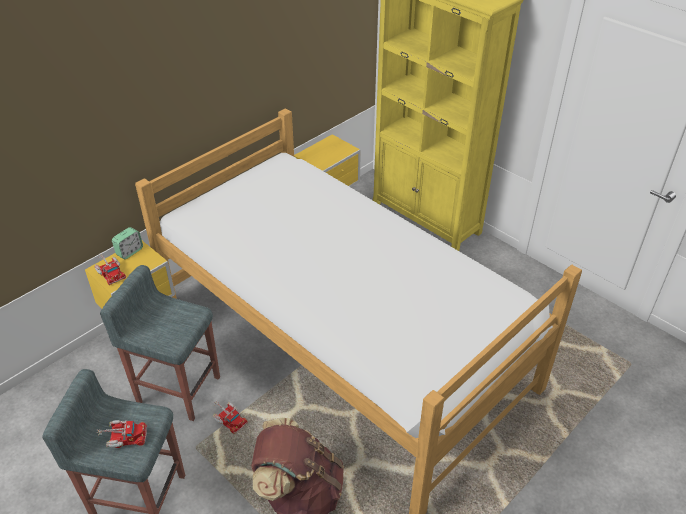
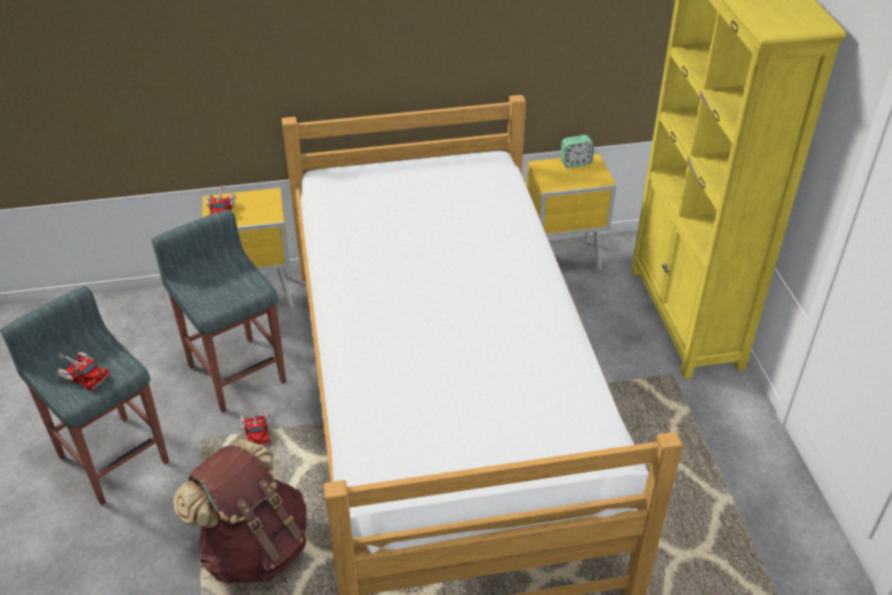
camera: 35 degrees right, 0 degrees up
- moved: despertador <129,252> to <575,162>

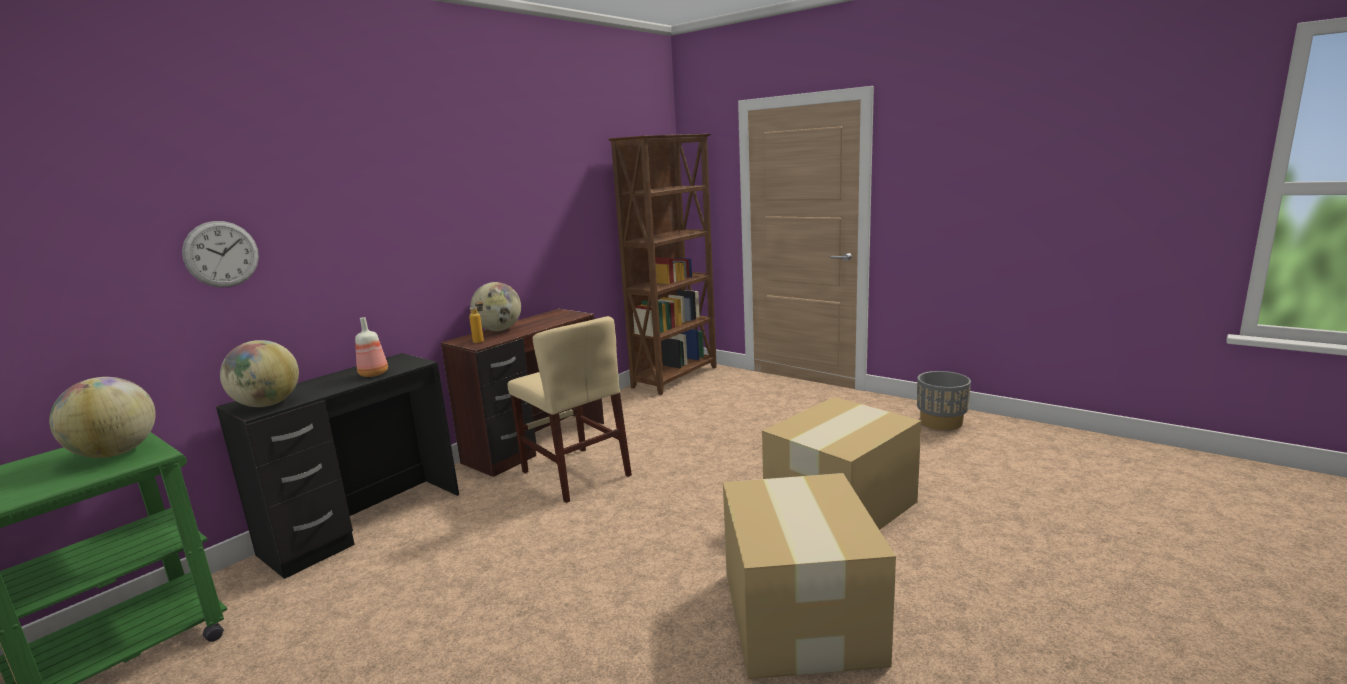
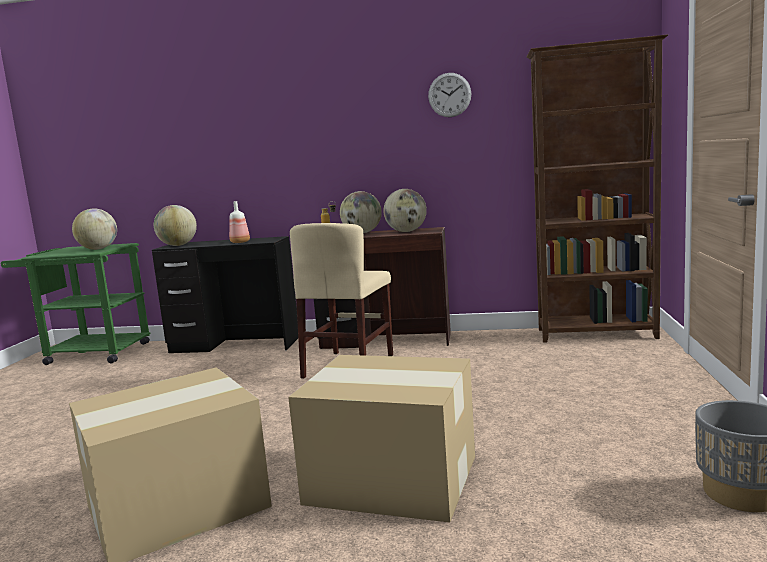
camera: 60 degrees right, 5 degrees down
- moved: reloj de pared <221,254> to <449,95>
- added: globo terráqueo <406,231>

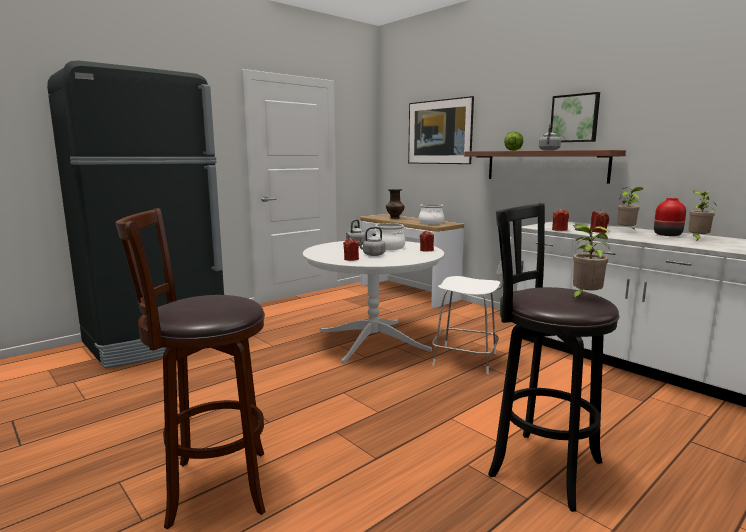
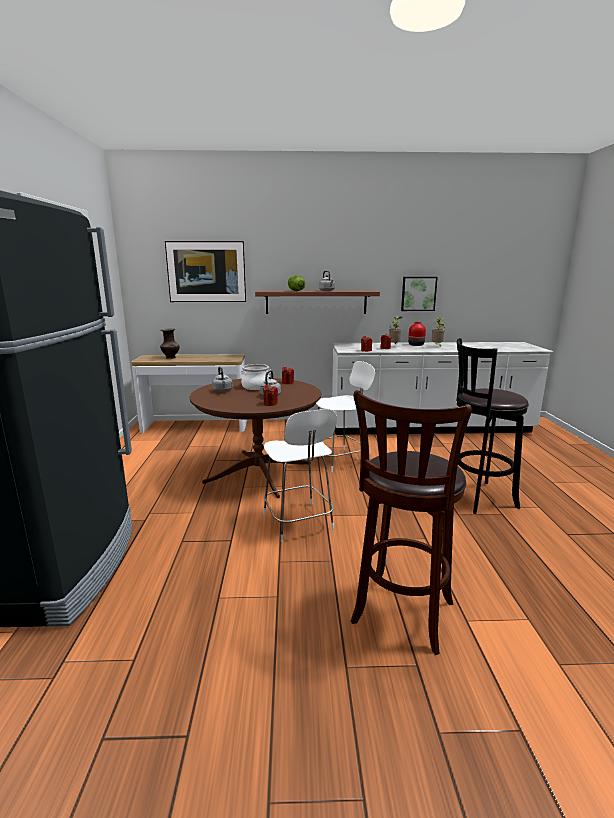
camera: 50 degrees left, 5 degrees up
- moved: cuadro <575,118> to <418,293>
- removed: olla <431,223>
- removed: planta en maceta <584,298>
- recoloured: mesa de comedor [blanco] <373,340> to mesa de comedor [marrón] <259,472>
- added: silla [blanco] <298,523>

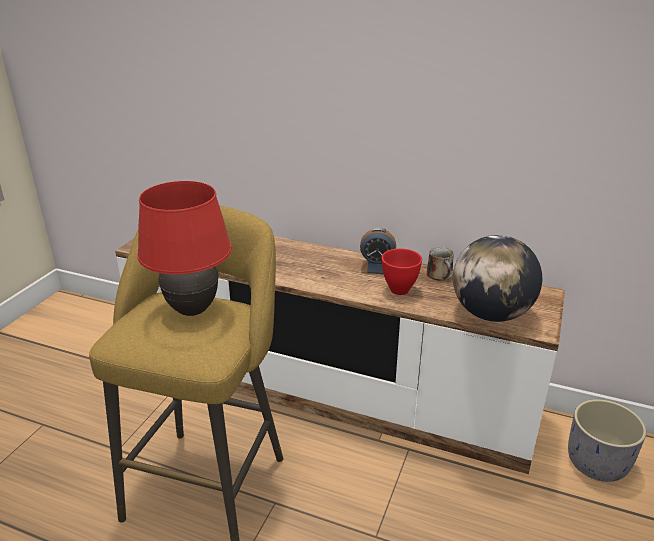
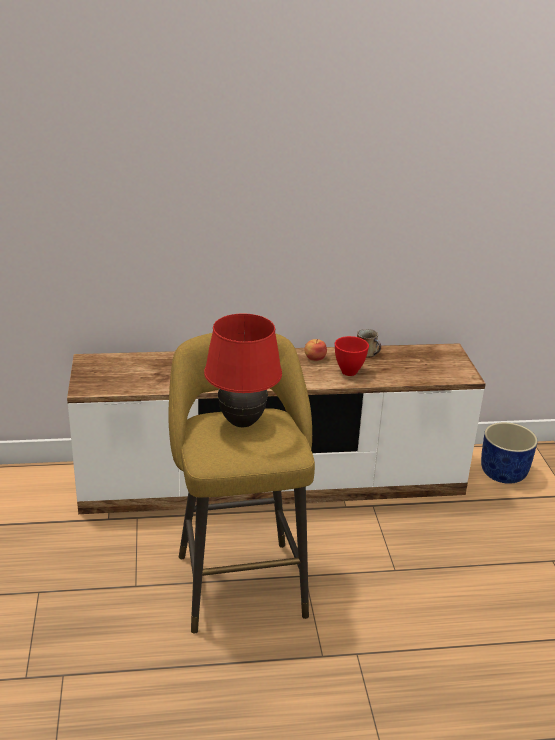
camera: 30 degrees left, 0 degrees up
- replaced: despertador <377,267> to manzana <315,358>
- removed: globo terráqueo <490,314>
- recoloured: maceta [gris] <598,464> to maceta [azul] <504,473>

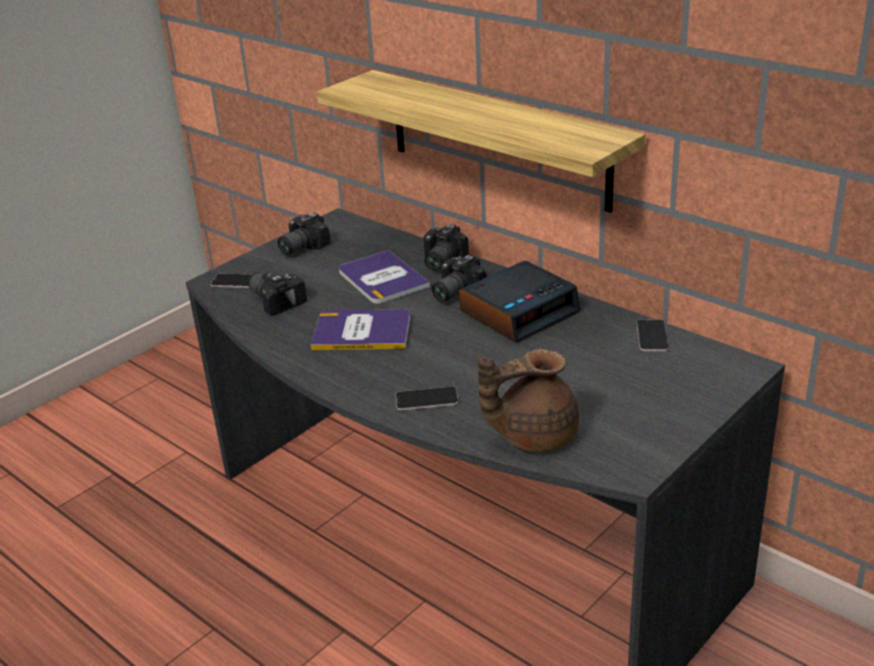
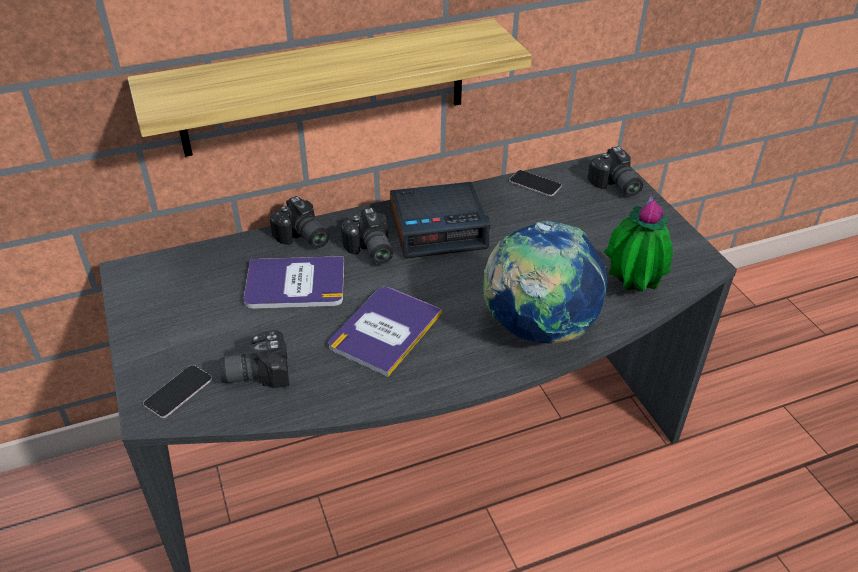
camera: 65 degrees left, 10 degrees up
- moved: cámara <300,247> to <615,186>
- turned: despertador <519,311> = <439,228> 90 degrees clockwise
- replaced: tetera [marrón] <532,435> to planta en maceta <630,291>
- replaced: móvil <426,399> to globo terráqueo <537,329>

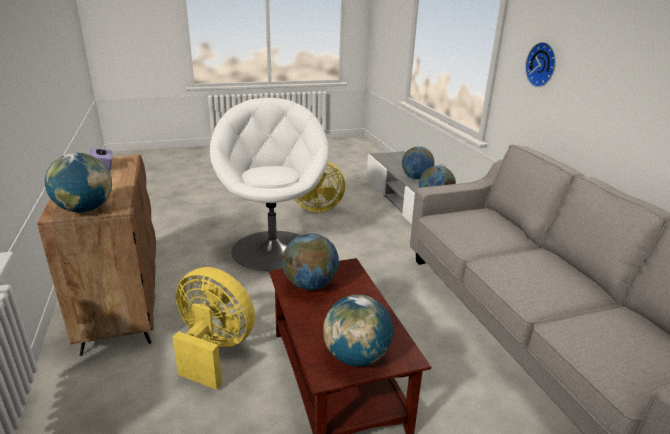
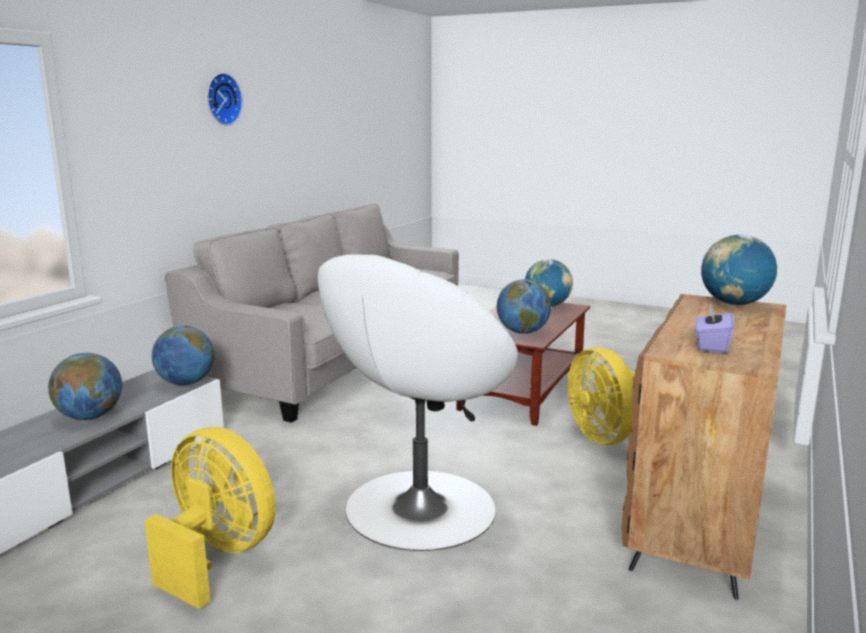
camera: 135 degrees left, 10 degrees down
- moved: reloj de pared <543,64> to <221,99>

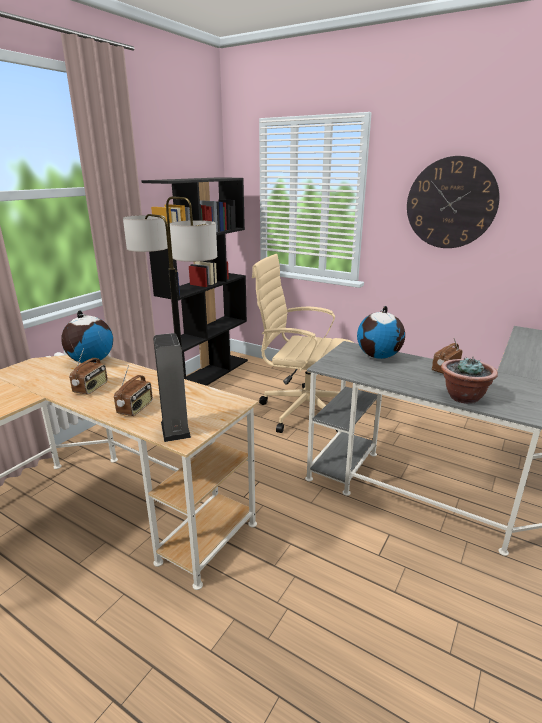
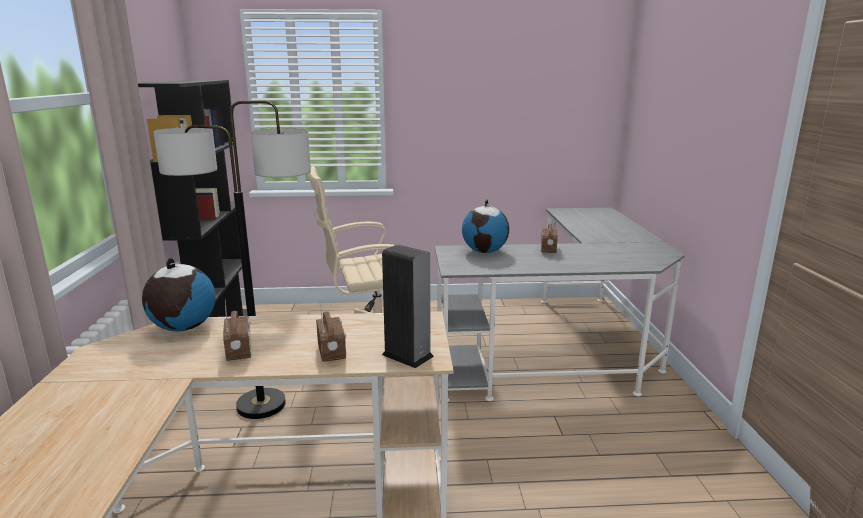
camera: 35 degrees left, 5 degrees down
- removed: reloj de pared <451,203>
- removed: planta en maceta <463,397>

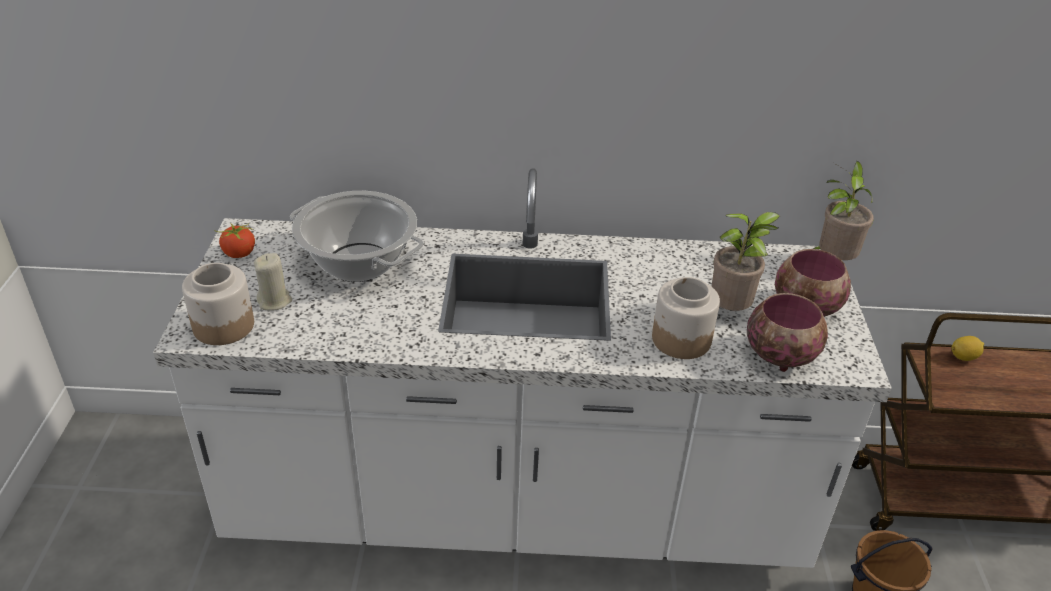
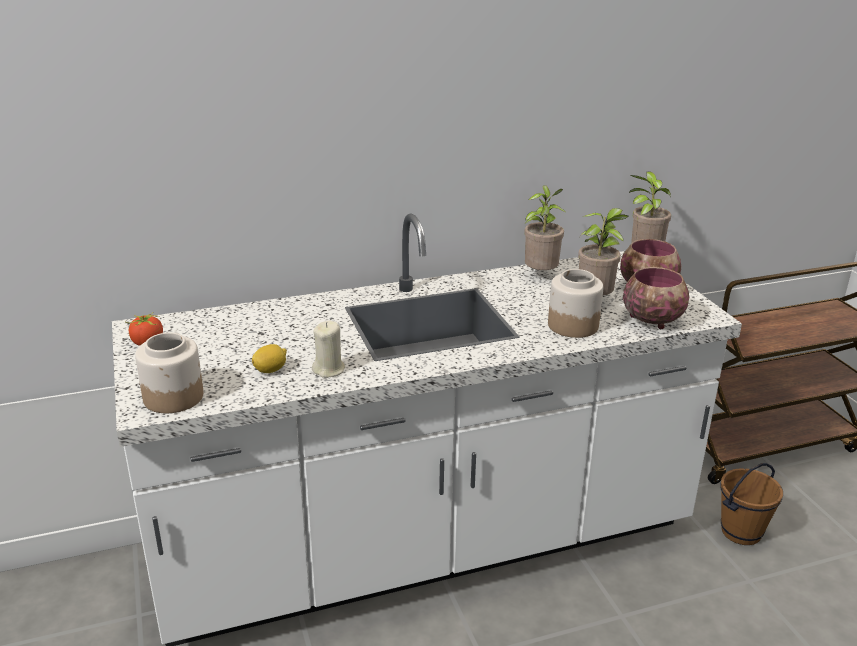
camera: 20 degrees left, 10 degrees down
- removed: olla <358,263>
- moved: vela [beis] <275,301> to <329,369>
- moved: limón <963,357> to <270,370>
- added: planta en maceta <540,275>

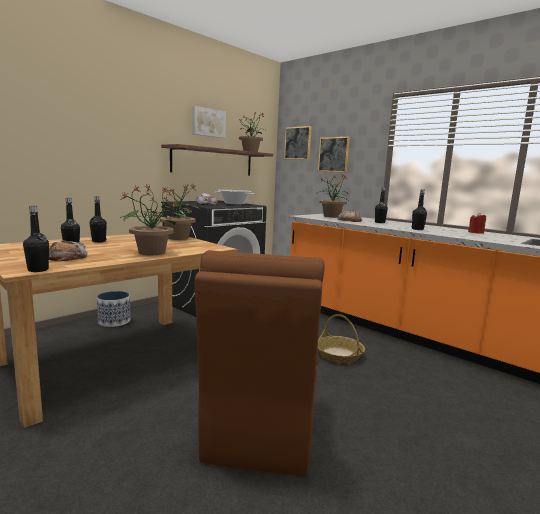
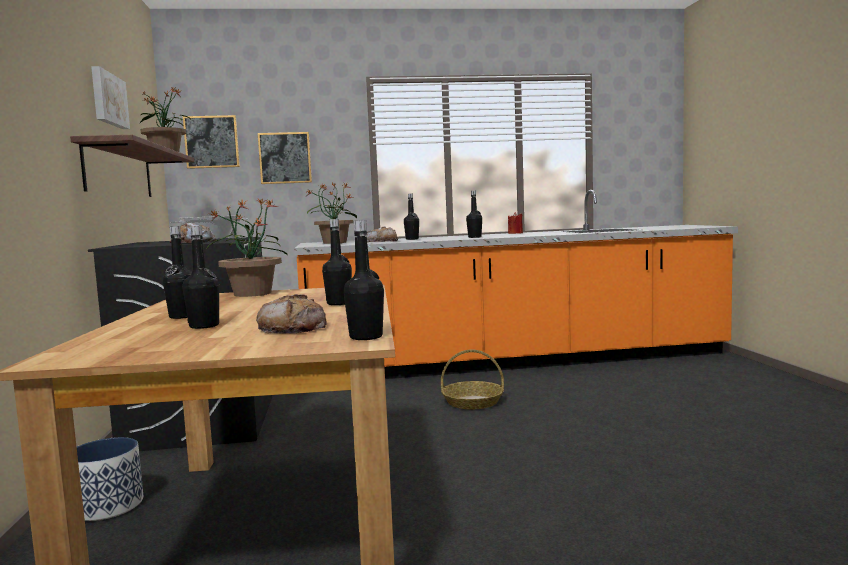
camera: 50 degrees left, 5 degrees down
- replaced: planta en maceta <151,252> to botella [negro] <339,303>
- removed: silla [marrón] <260,429>

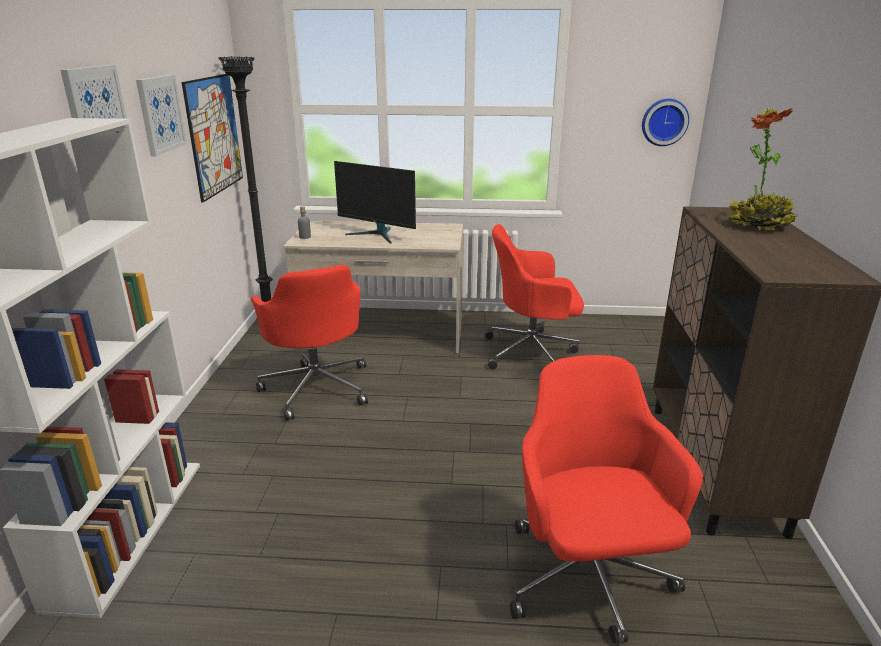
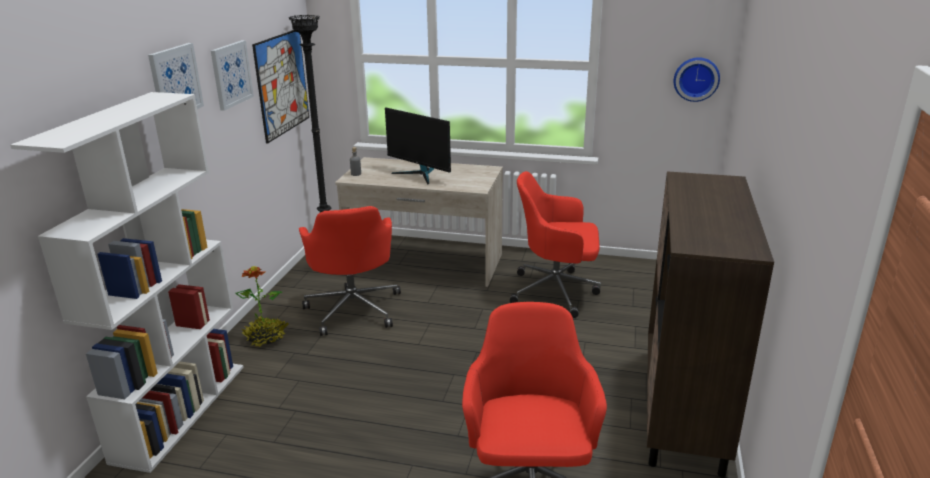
camera: 10 degrees right, 0 degrees up
- moved: planta en maceta <758,225> to <266,338>

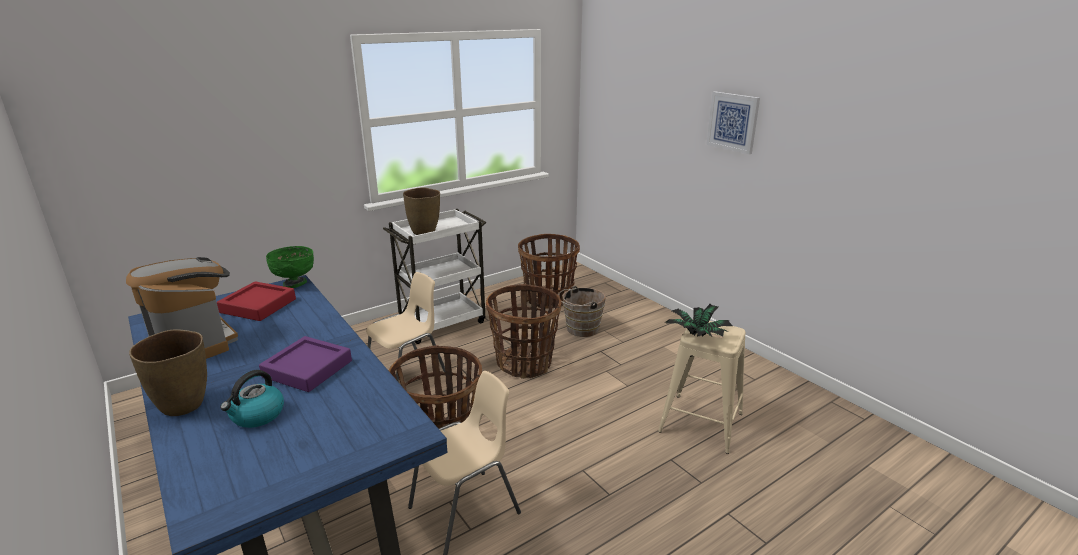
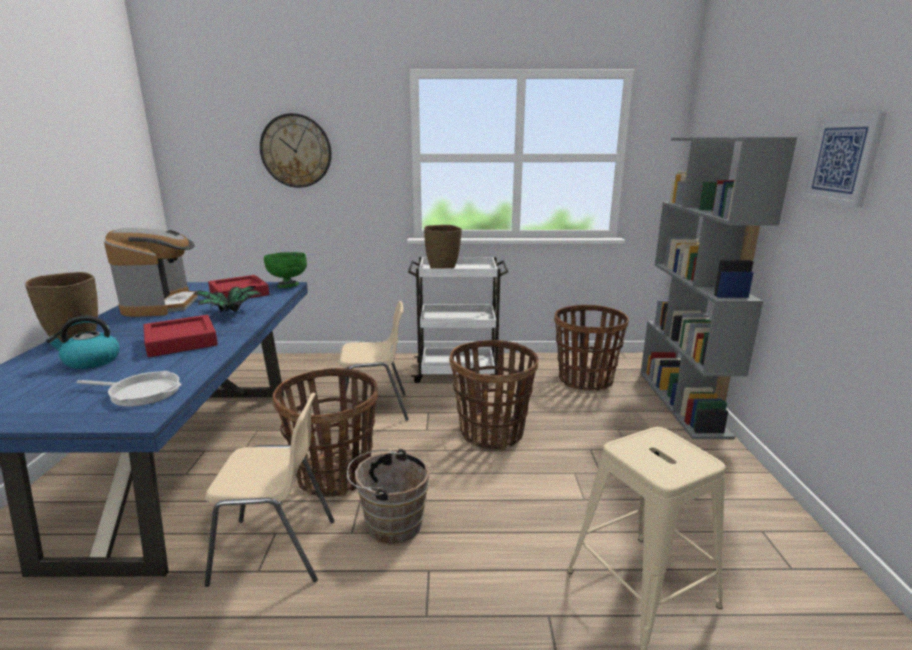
camera: 35 degrees right, 5 degrees down
- moved: cubo [marrón] <580,329> to <390,523>
- moved: planta en maceta <697,336> to <229,314>
- recoloured: bandeja [morado] <307,369> to bandeja [rojo] <181,341>
- added: reloj de pared <296,151>
- added: estantería [gris] <683,403>
- added: sartén <141,392>

